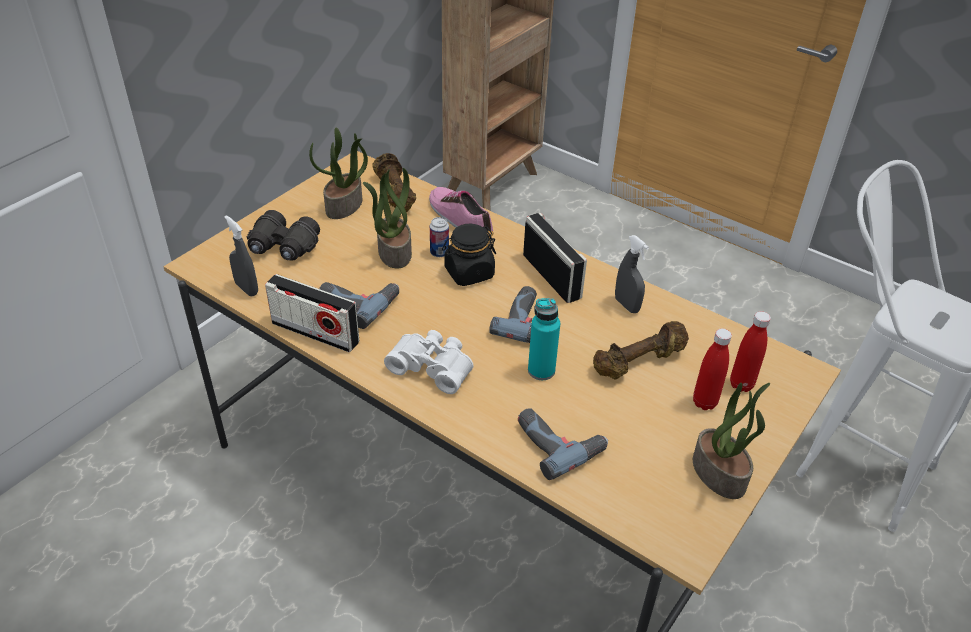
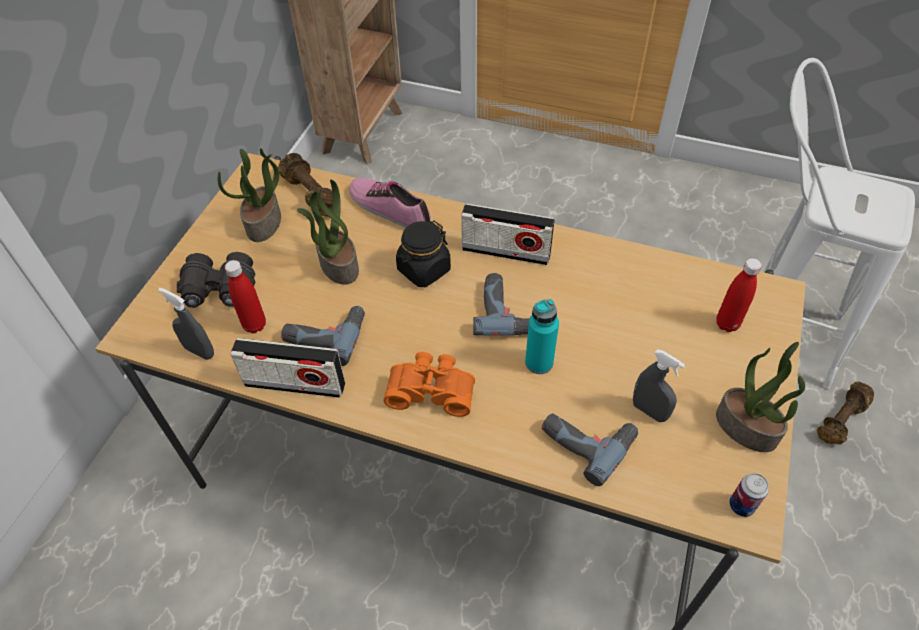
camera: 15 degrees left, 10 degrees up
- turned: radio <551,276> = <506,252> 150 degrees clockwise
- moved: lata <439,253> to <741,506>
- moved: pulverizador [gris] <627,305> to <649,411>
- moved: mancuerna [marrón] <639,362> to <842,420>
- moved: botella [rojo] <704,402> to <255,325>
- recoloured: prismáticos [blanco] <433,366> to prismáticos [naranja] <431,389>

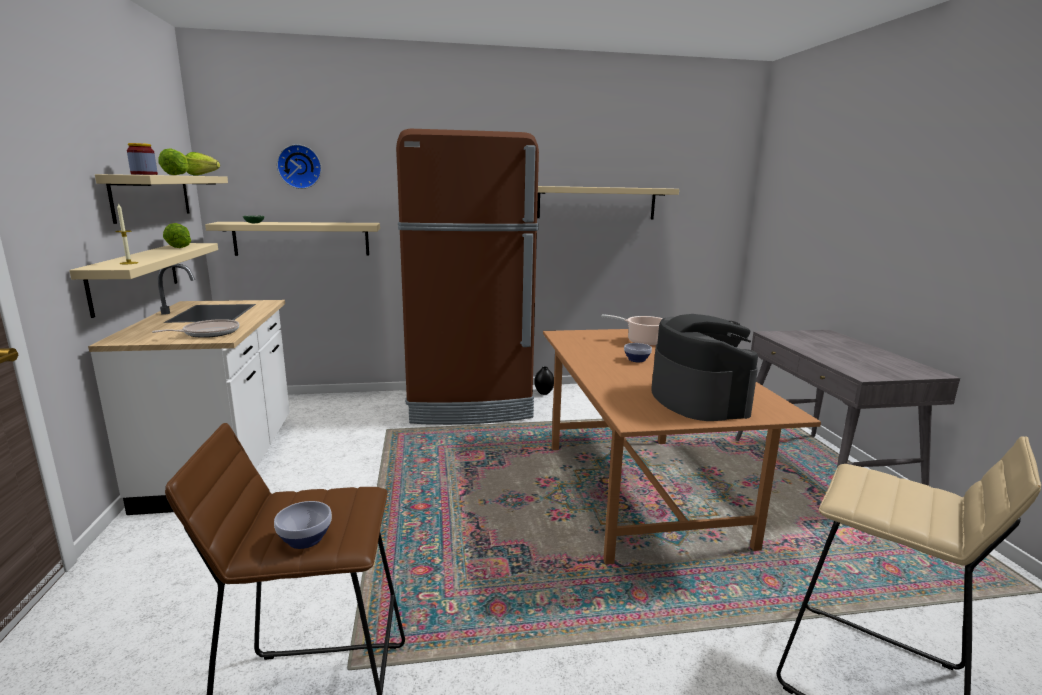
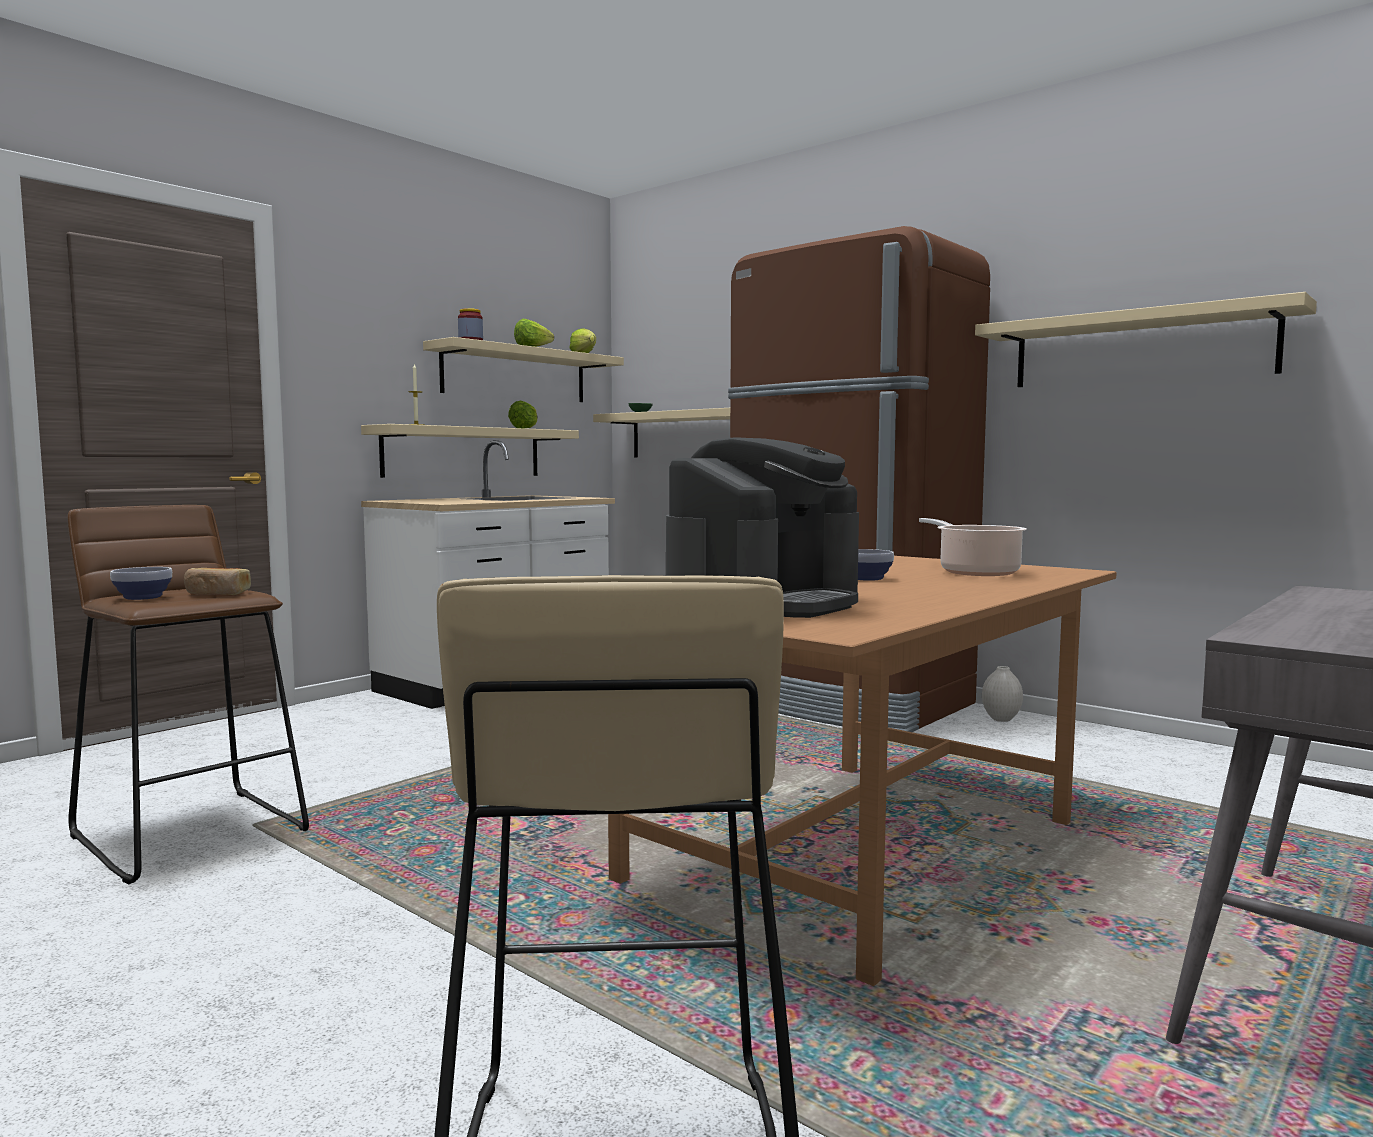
camera: 50 degrees right, 10 degrees down
- removed: reloj de pared <300,166>
- removed: sartén <208,333>
- recoloured: florero [negro] <544,393> to florero [blanco] <1000,719>
- added: pan <217,593>

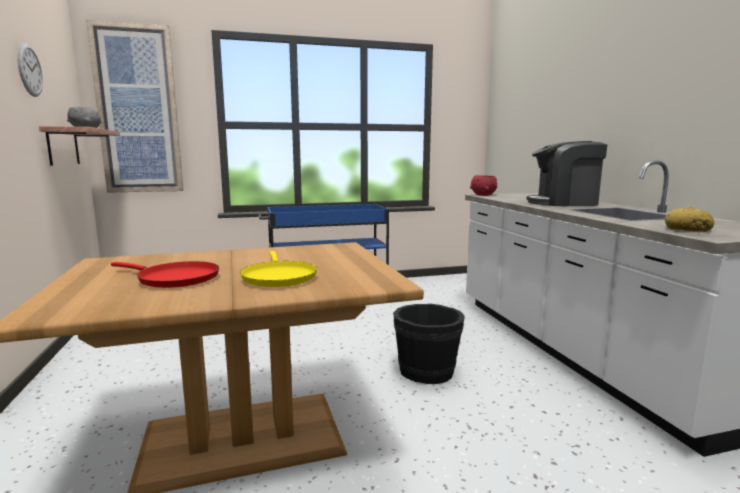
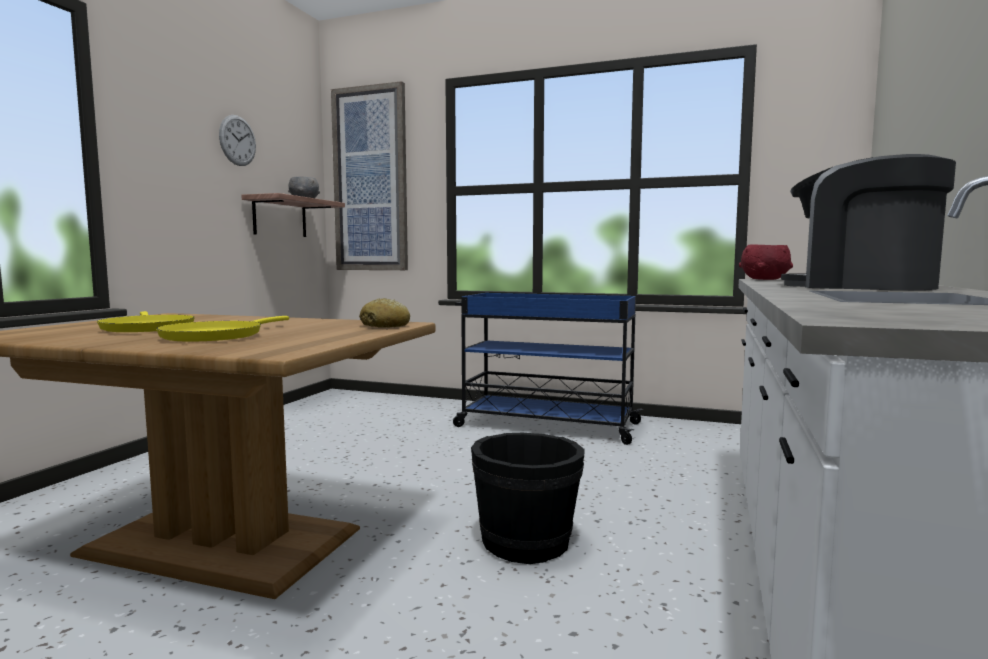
camera: 35 degrees right, 5 degrees down
- moved: pan <687,229> to <385,326>
- recoloured: sartén [rojo] <174,278> to sartén [amarillo] <147,328>

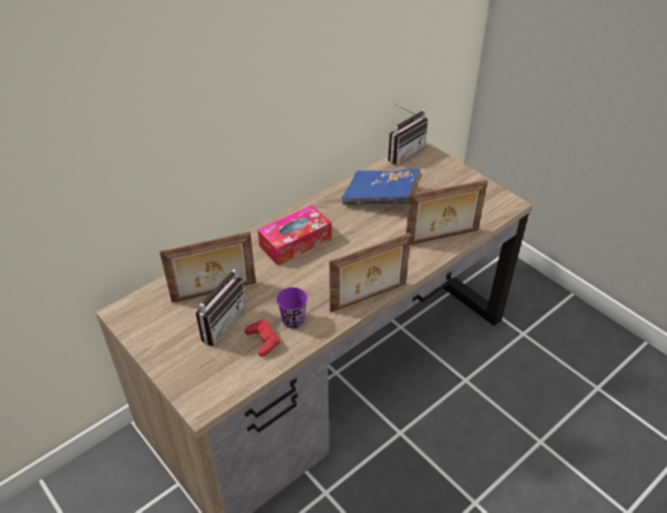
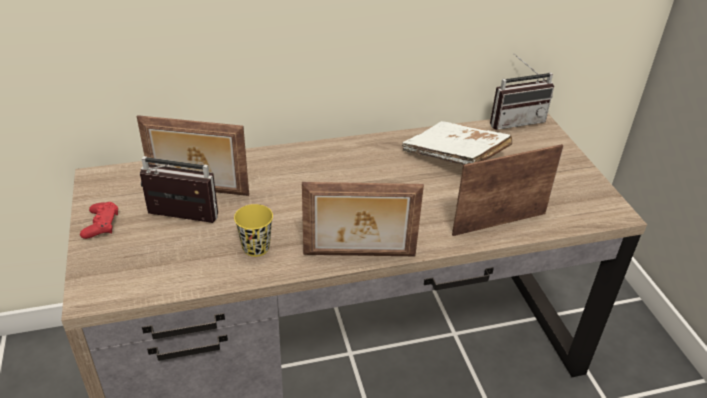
camera: 25 degrees right, 5 degrees down
- recoloured: libro [azul] <381,197> to libro [blanco] <455,157>
- turned: portarretratos <442,238> = <498,222> 150 degrees clockwise
- removed: caja de pañuelos <295,242>
- turned: radio <218,322> = <179,220> 135 degrees counterclockwise
- recoloured: taza [morado] <293,320> to taza [amarillo] <256,247>
- moved: mando de consola [rojo] <263,340> to <101,224>

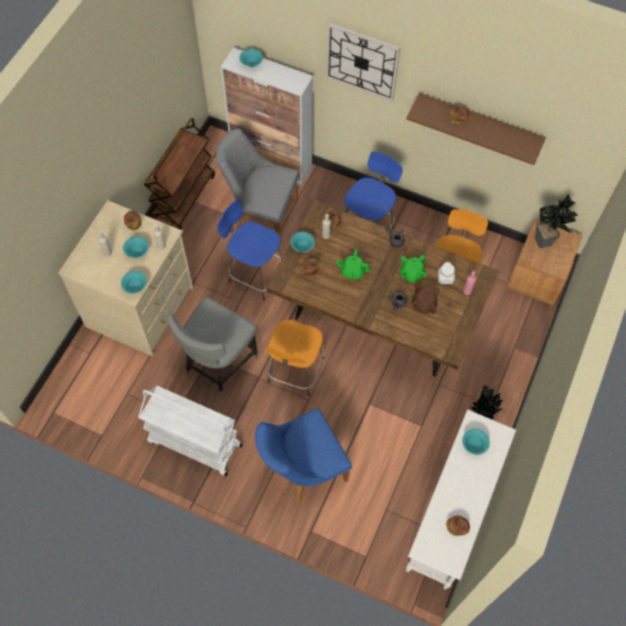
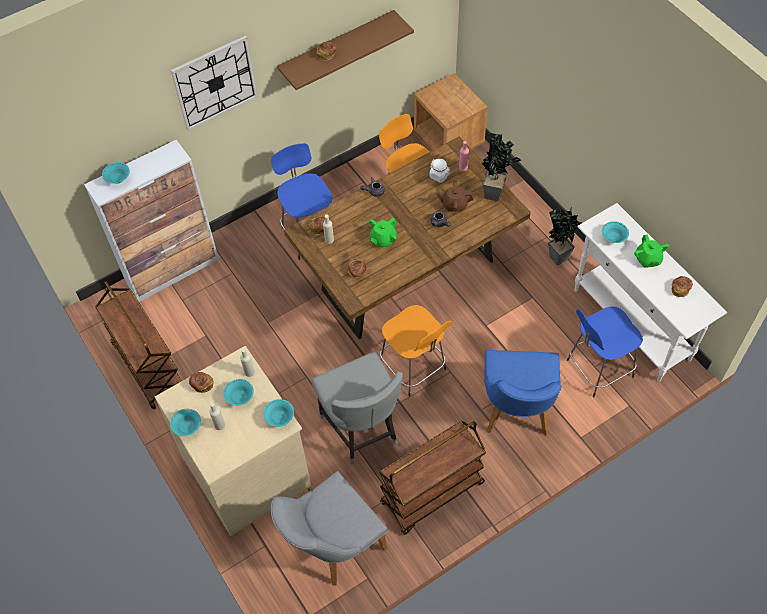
camera: 55 degrees left, 5 degrees down
- moved: silla [gris] <260,213> to <332,547>
- moved: planta en maceta <546,242> to <495,192>
- moved: taburete [azul] <255,274> to <597,369>
- moved: cuenco [turquesa] <302,246> to <187,427>
- moved: tetera [verde] <411,274> to <648,259>
- recoloured: carrito [blanco] <194,443> to carrito [marrón] <432,494>

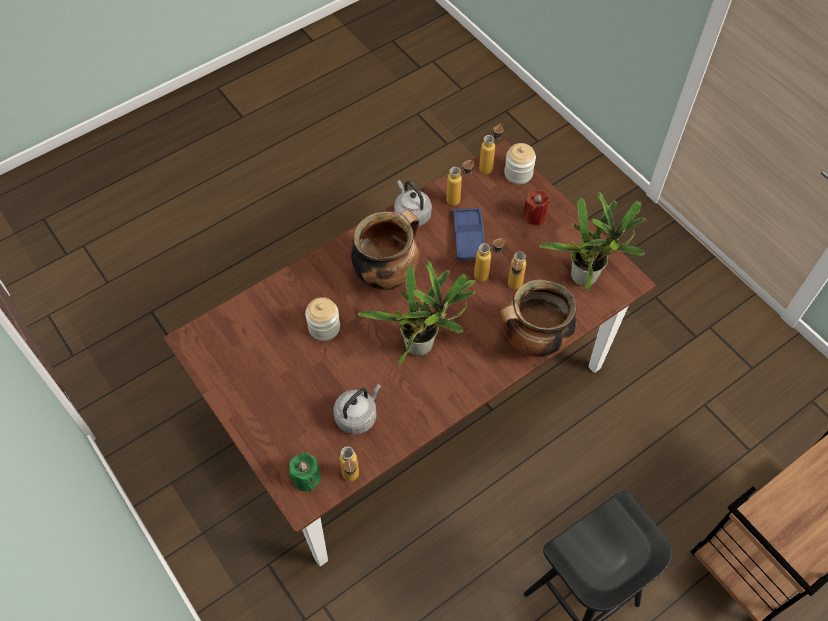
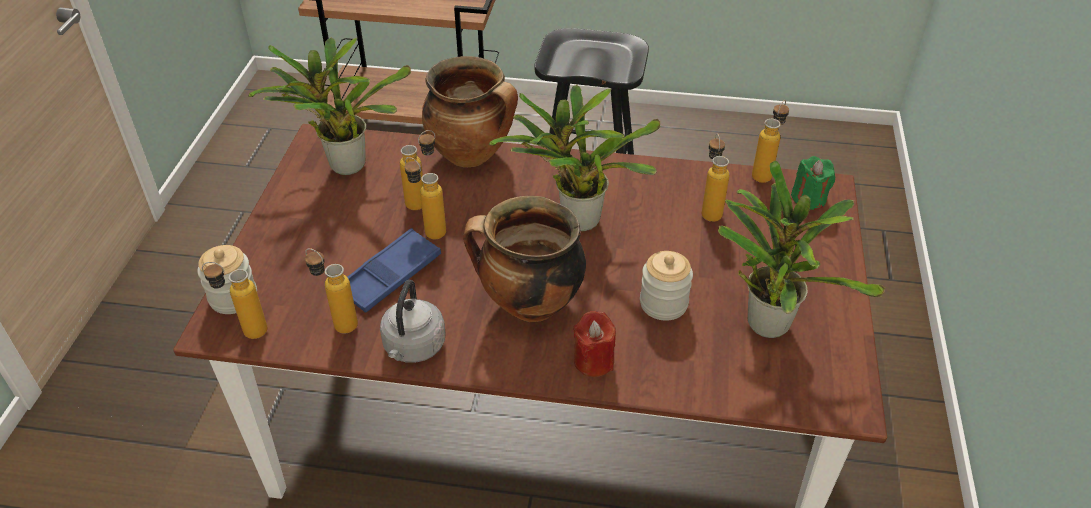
camera: 135 degrees left, 15 degrees down
- moved: vela [rojo] <534,216> to <593,361>
- replaced: hervidor [gris] <357,416> to botella <709,210>
- added: planta en maceta <767,320>

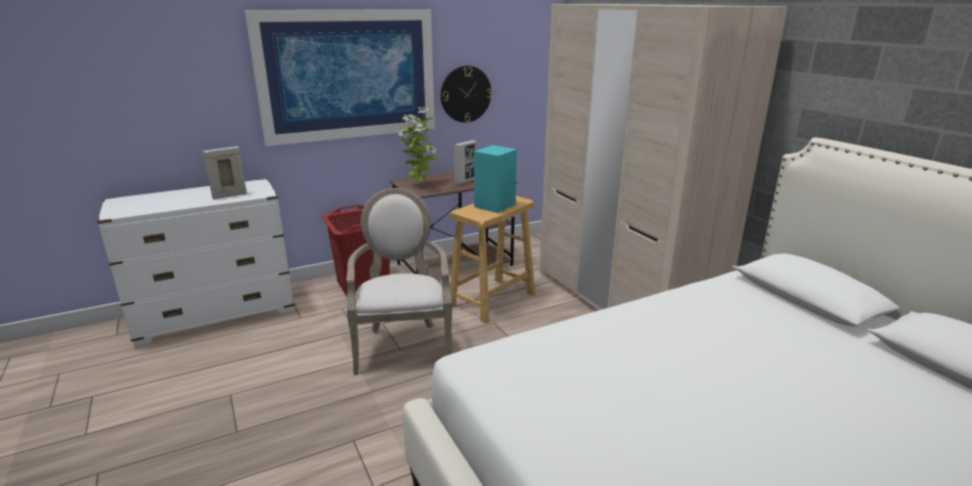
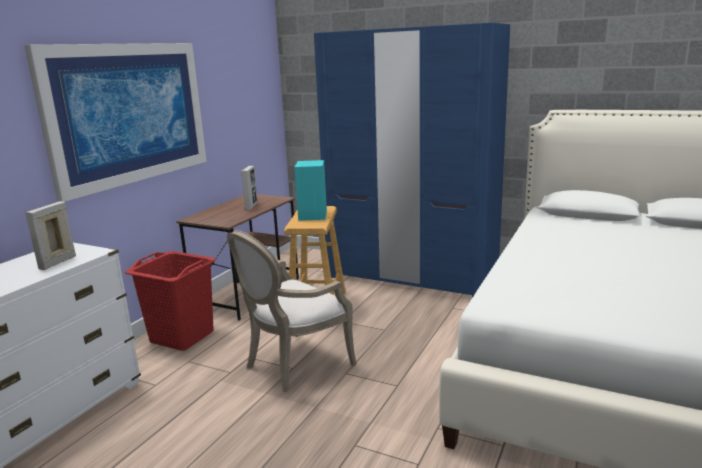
camera: 35 degrees left, 5 degrees down
- recoloured: armario ropero [beis] <621,301> to armario ropero [azul] <411,276>
- removed: reloj de pared <465,94>
- removed: planta en maceta <420,185>
- turned: sillón <403,345> = <292,365> 90 degrees counterclockwise

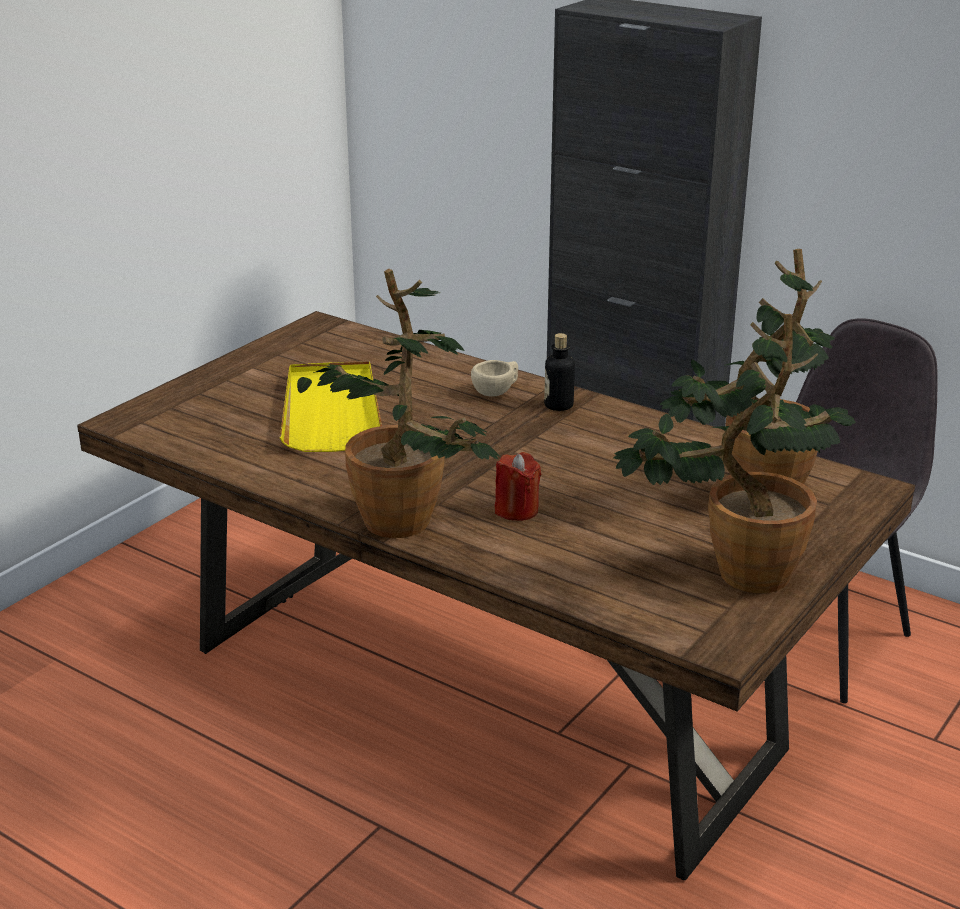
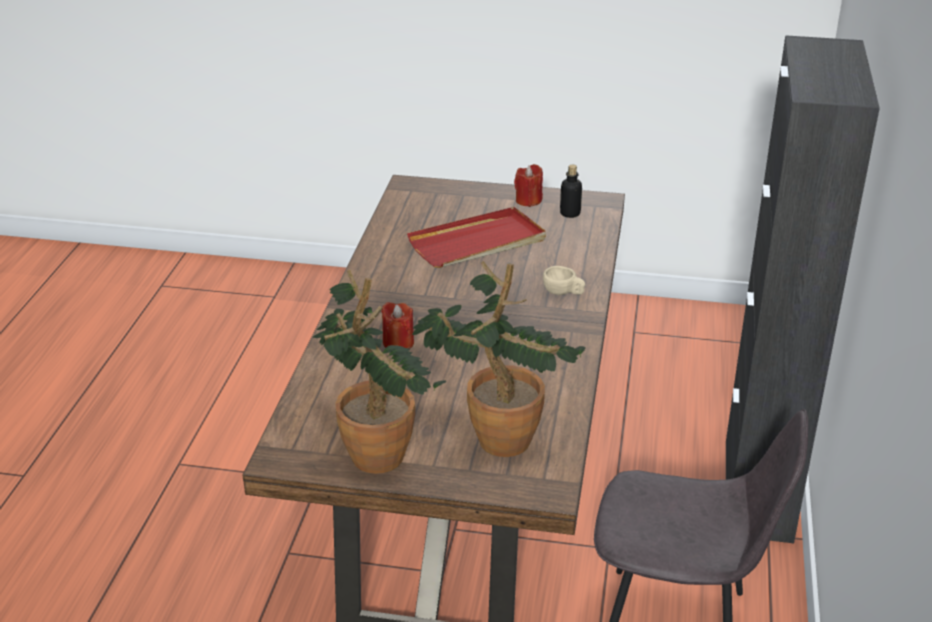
camera: 65 degrees right, 5 degrees up
- removed: planta en maceta <404,529>
- moved: botella <558,405> to <570,213>
- recoloured: bandeja [amarillo] <331,411> to bandeja [rojo] <478,243>
- added: vela [rojo] <528,200>

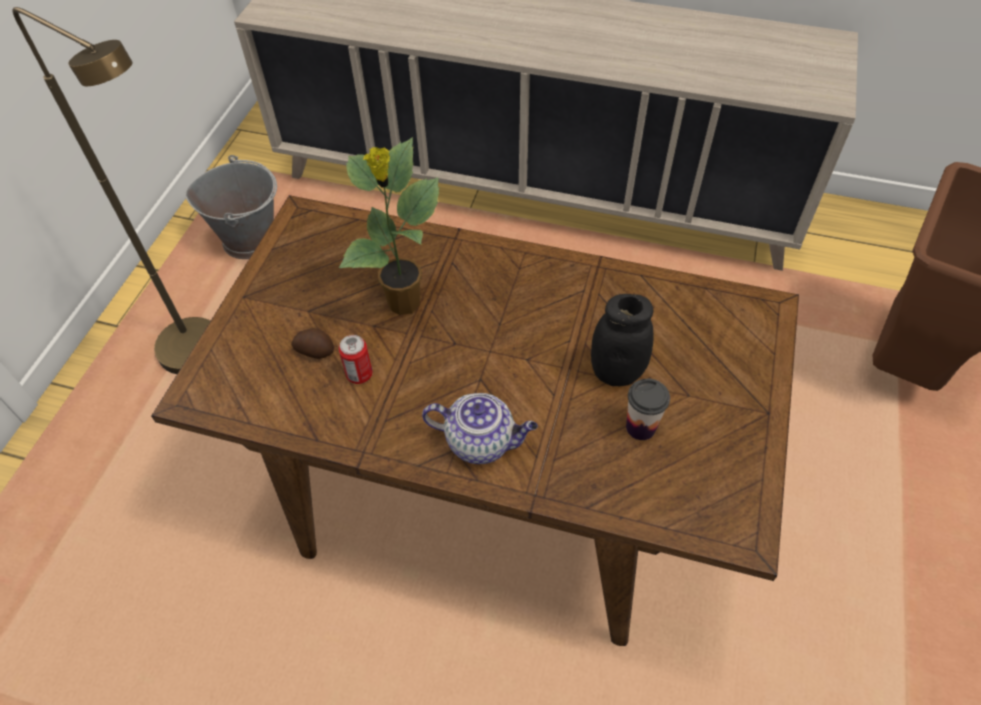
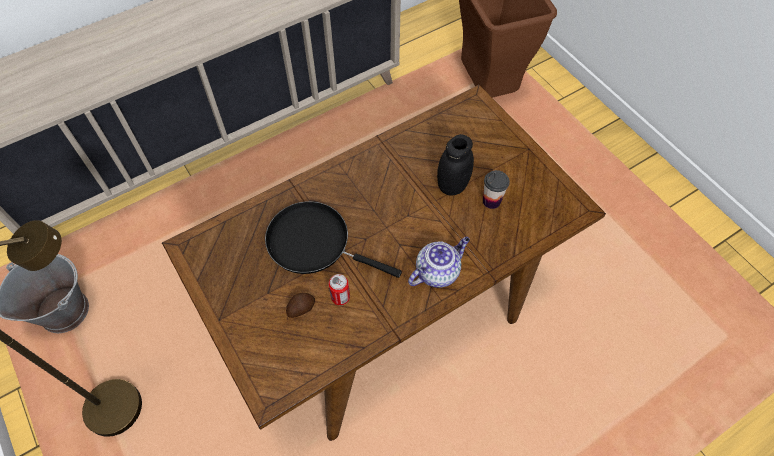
camera: 50 degrees left, 5 degrees up
- replaced: planta en maceta <404,304> to sartén [negro] <314,243>

